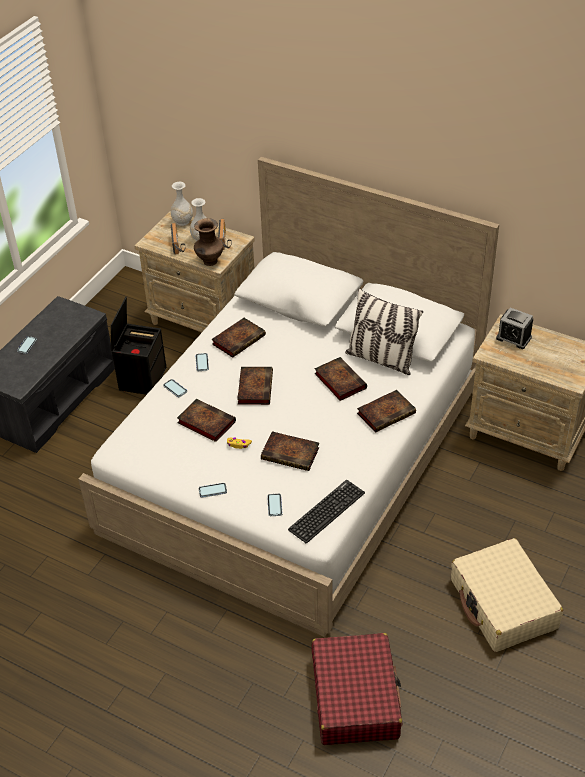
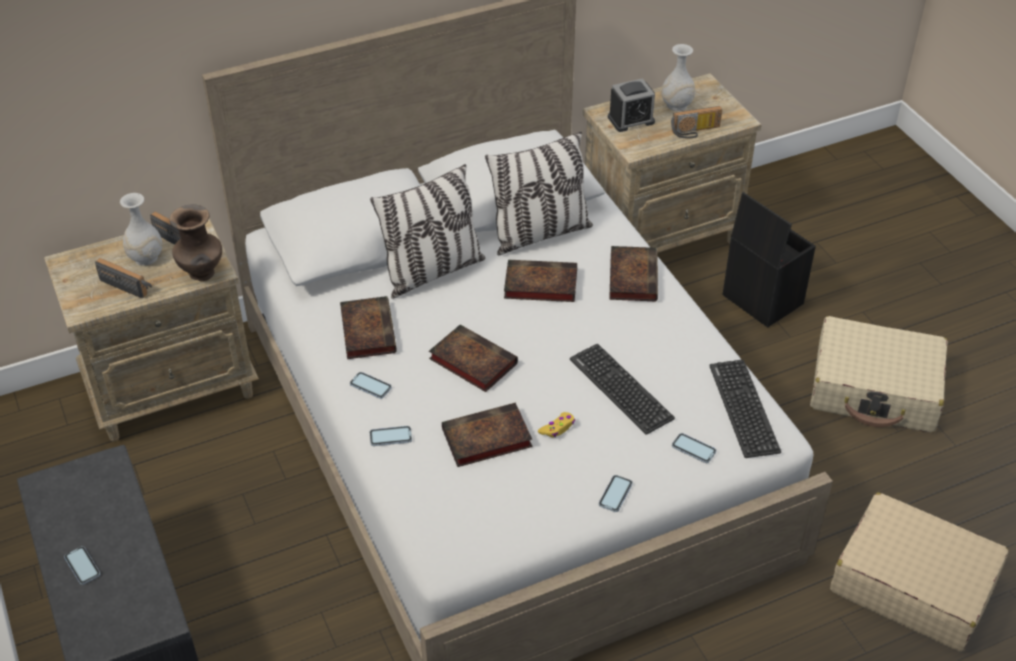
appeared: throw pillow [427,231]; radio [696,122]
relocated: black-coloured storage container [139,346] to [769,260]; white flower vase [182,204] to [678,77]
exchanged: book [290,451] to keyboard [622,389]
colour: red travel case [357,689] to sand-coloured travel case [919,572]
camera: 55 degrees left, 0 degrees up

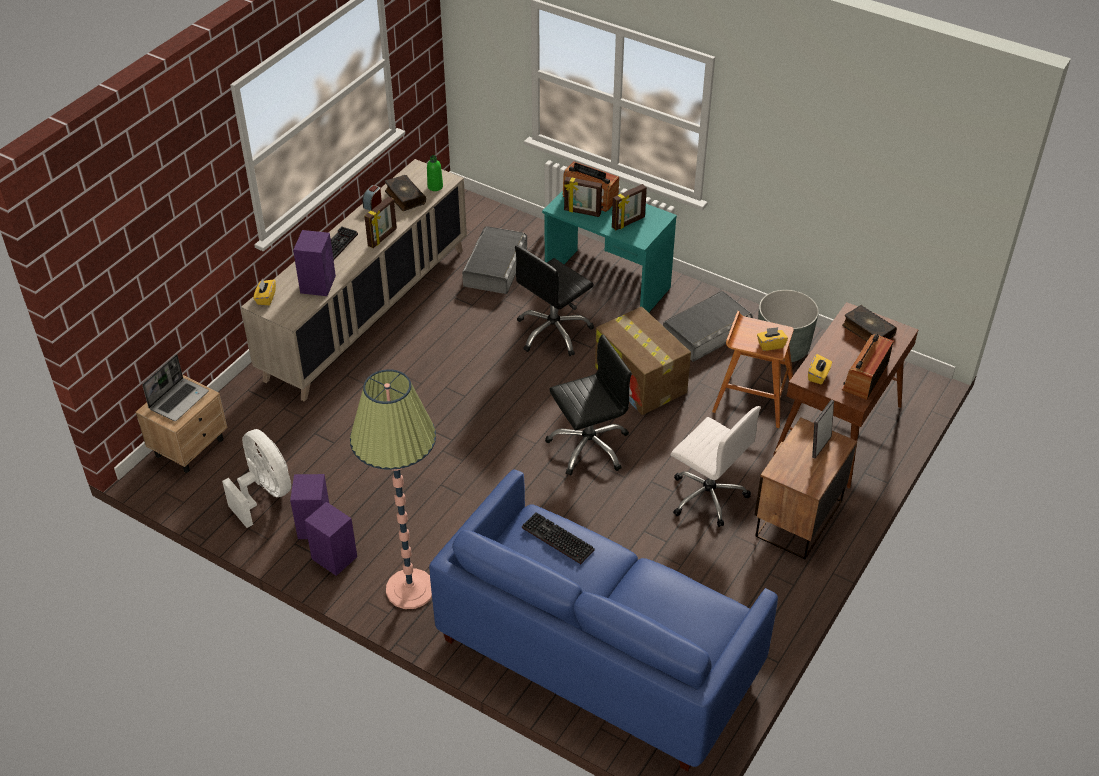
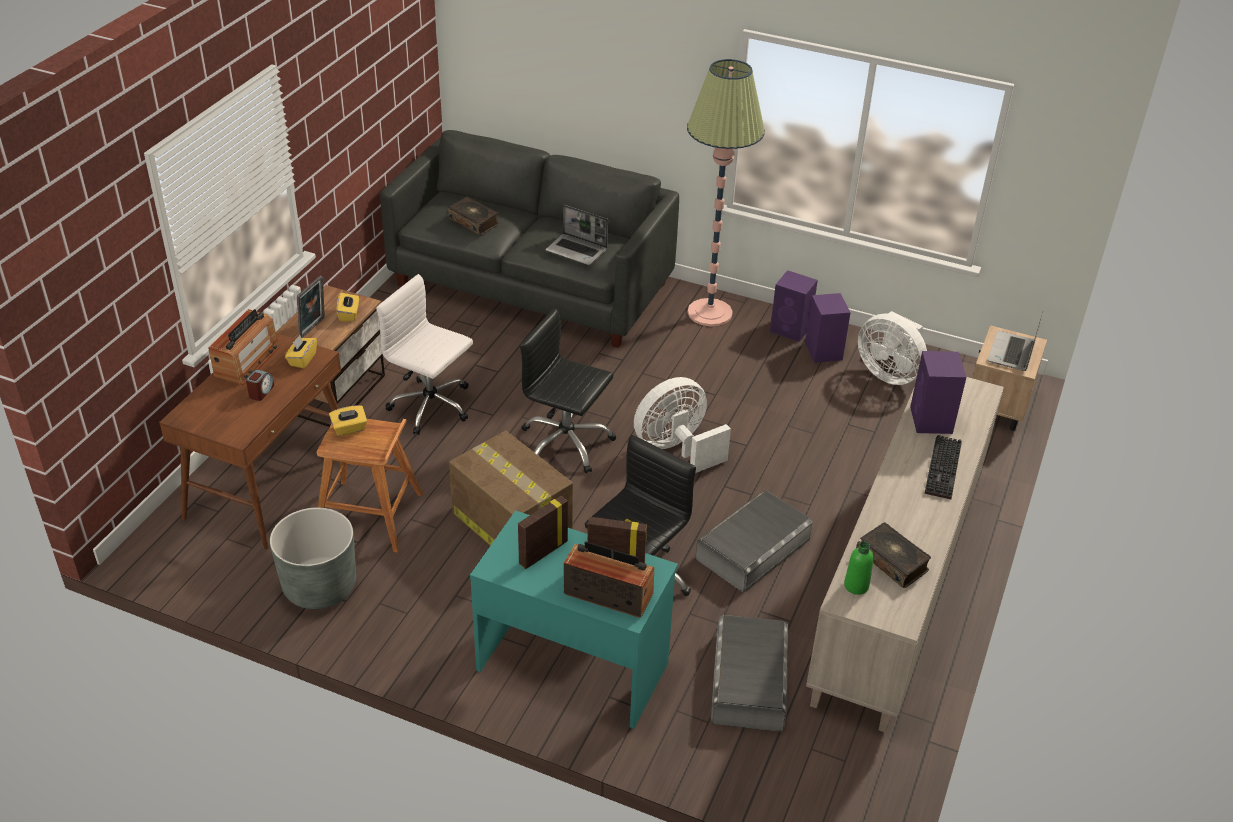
missing: picture frame [380,222]
appeared: white cooling fan [682,425]
relocated: yellow box of tissues [264,292] to [348,307]; bedside clock [372,198] to [260,385]; grey storage container [708,326] to [754,541]; book [869,323] to [472,216]
exchanged: keyboard [558,538] to notebook computer [576,235]
colour: bluish couch [603,620] to grey couch [529,239]
spun: black-coloured office chair [588,405] = [568,390] 60 degrees clockwise
camera: 170 degrees right, 5 degrees down

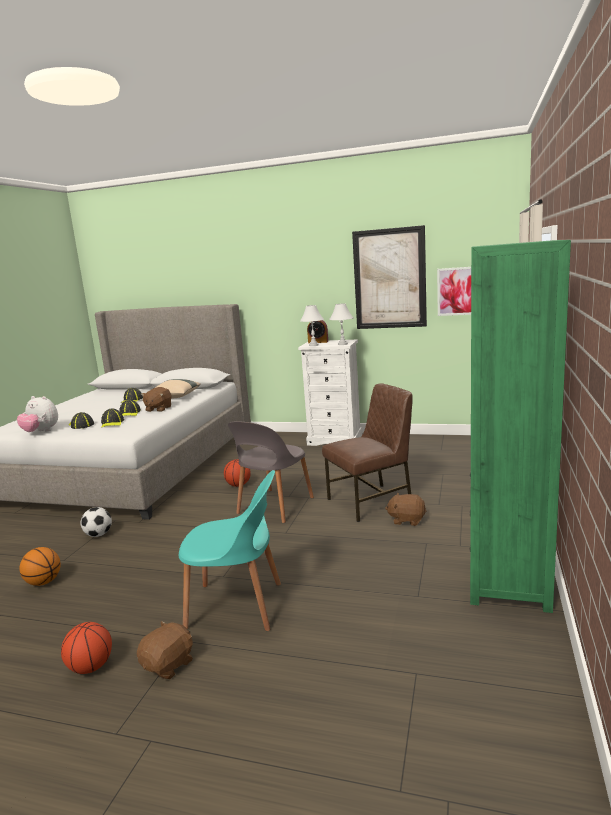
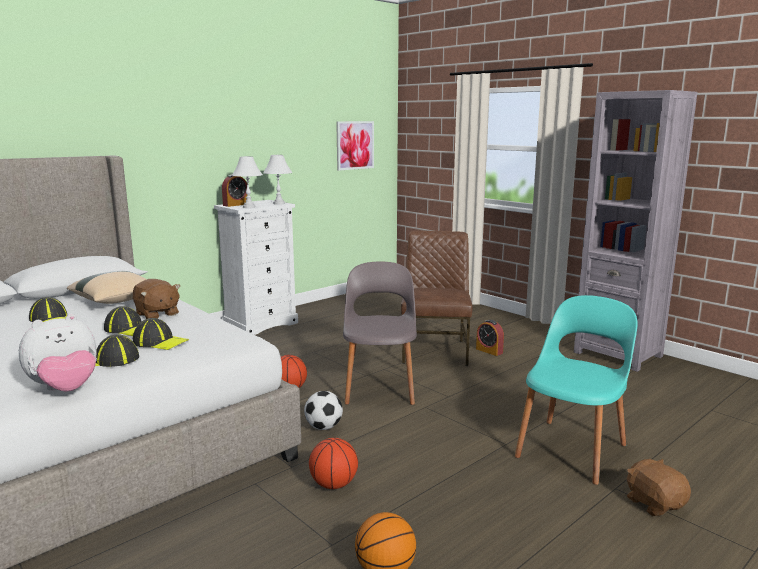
missing: picture [389,277]
relocated: basketball [86,648] to [333,463]; ball for football [96,522] to [323,410]
exchanged: brown soft toy [405,509] to bedside clock [490,338]
colour: green-coloured bookshelf [520,426] to grey bookshelf [636,231]
spun: grey plain chair [271,472] = [380,333] 150 degrees counterclockwise
camera: 60 degrees left, 0 degrees up

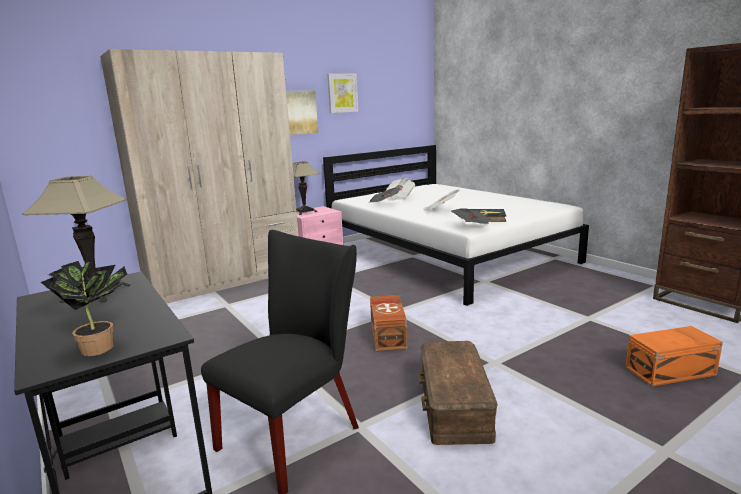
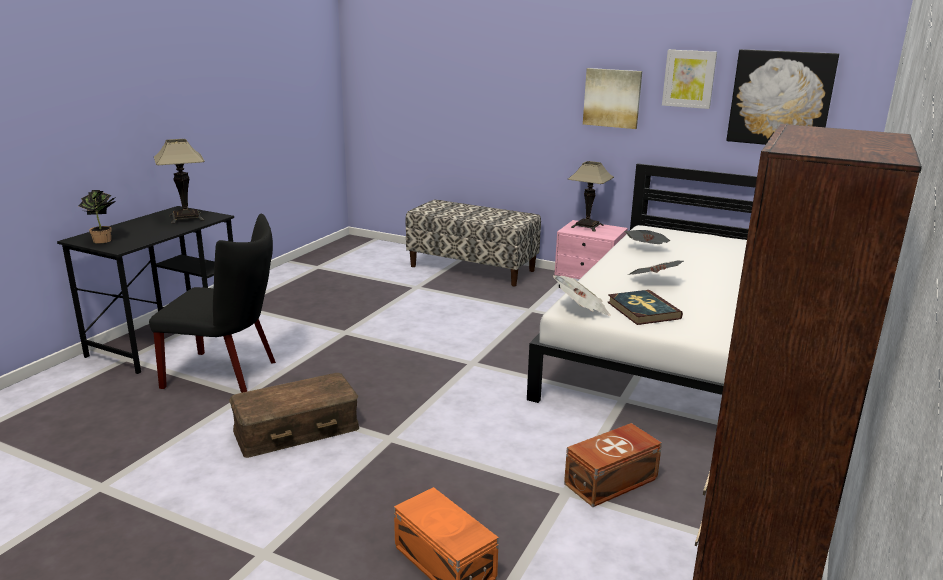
missing: newspaper [400,189]
appeared: picture [782,97]
relocated: brown storage container [388,323] to [613,465]
exchanged: sand-coloured clothes cupboard [199,176] to bench [473,243]
camera: 60 degrees right, 5 degrees up

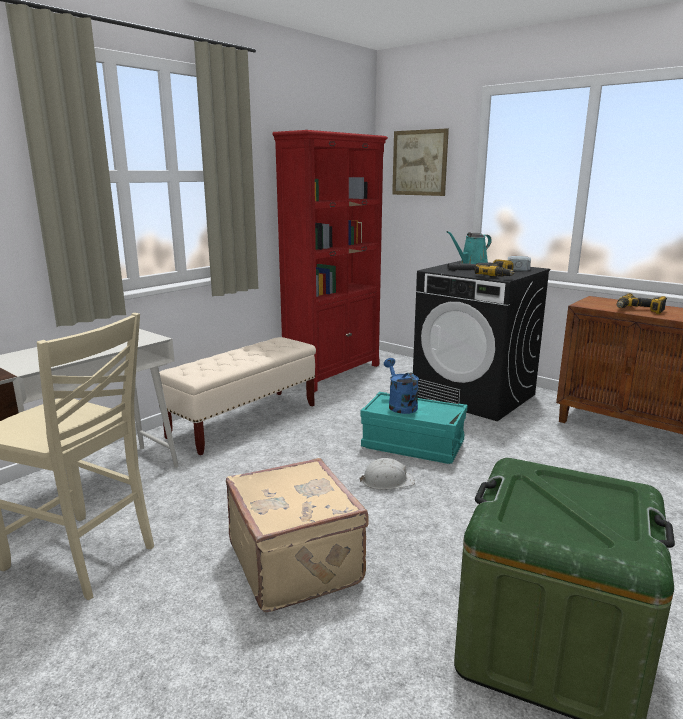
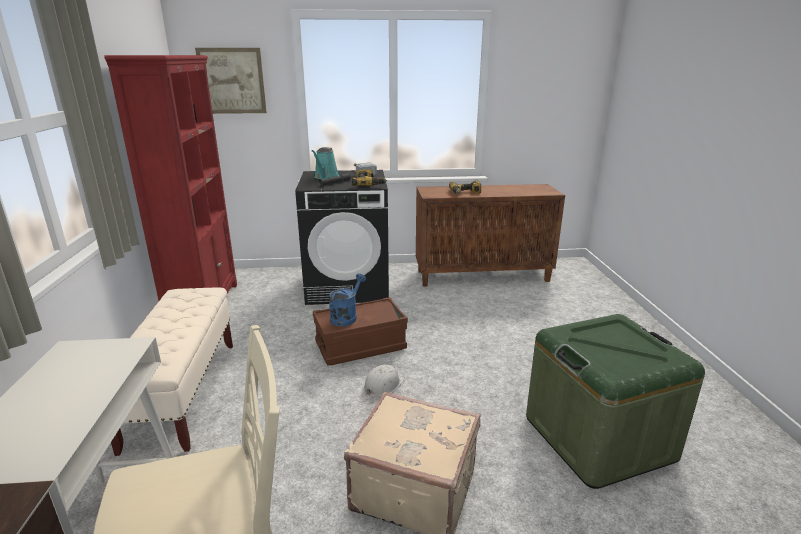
colour: blue-green storage container [414,428] to brown storage container [360,331]
spun: bluish watering can [401,386] = [347,299] 90 degrees clockwise
camera: 45 degrees left, 5 degrees up

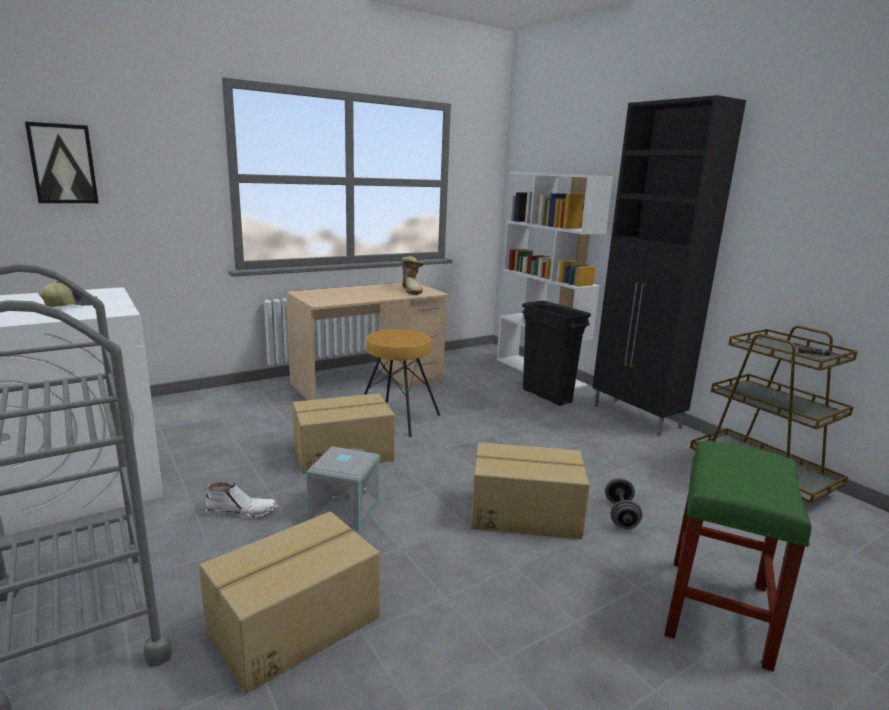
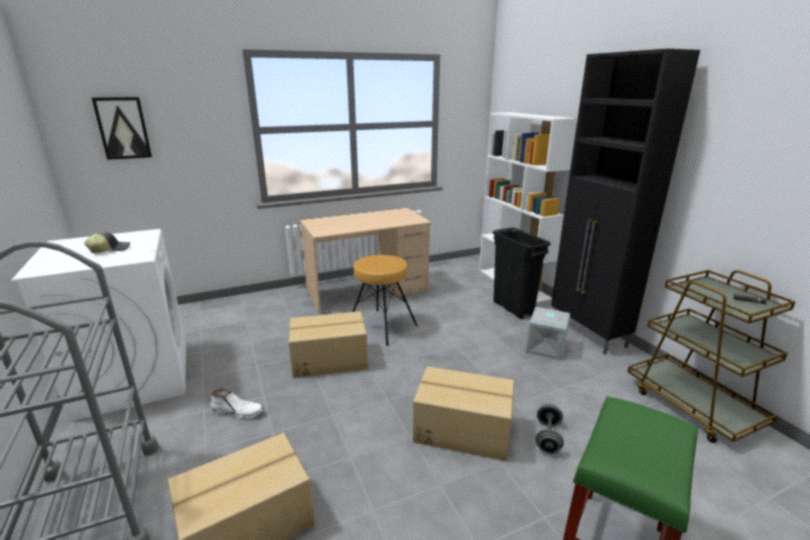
missing: high-top boot [413,275]
relocated: grey storage container [343,488] to [548,334]
camera: 10 degrees right, 5 degrees up

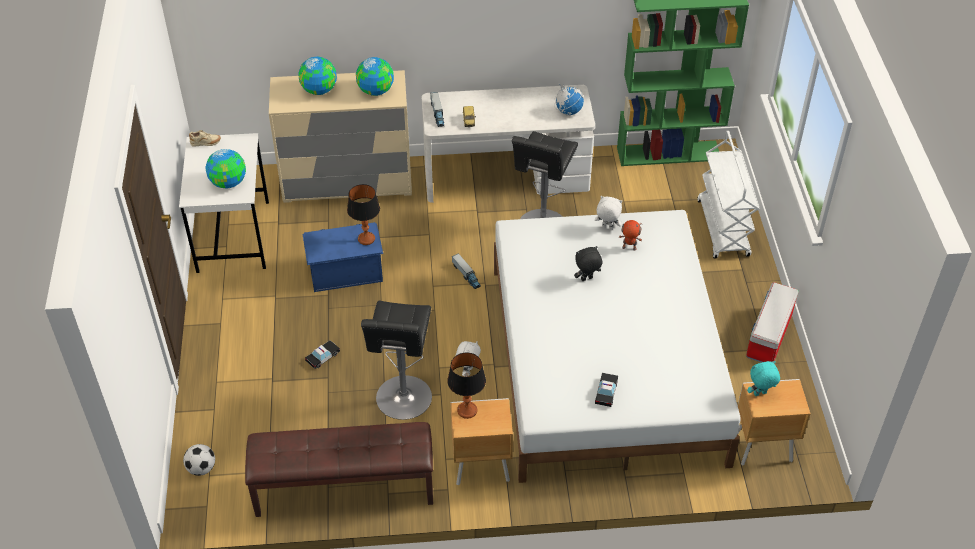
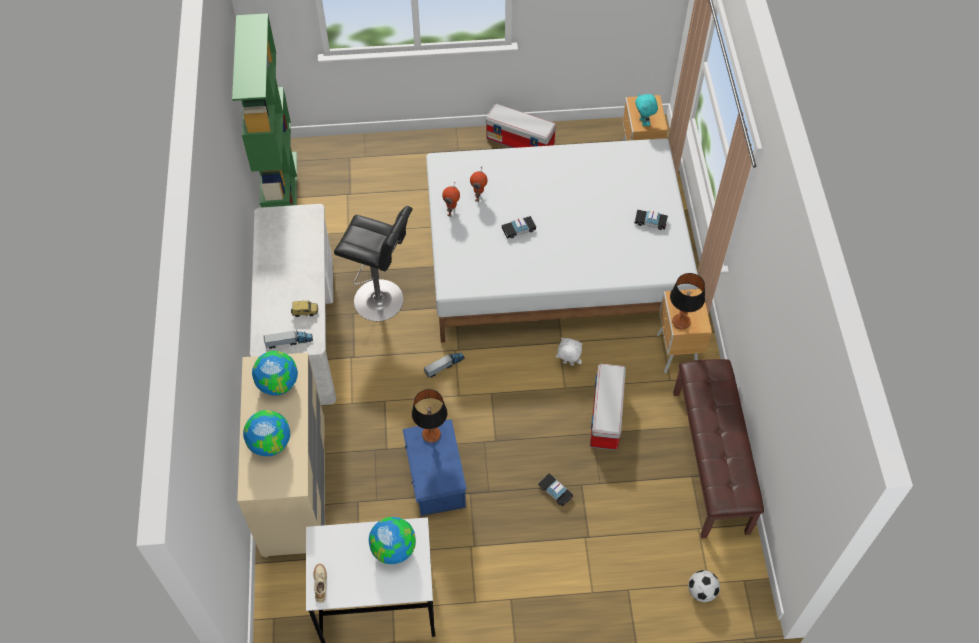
missing: globe [569,99]; white trolley [728,195]
exchanged: black-coloured stool [396,360] to storage container [608,406]; black-coloured soft toy [588,263] to model car [519,227]; white soft toy [608,213] to toy robot [451,200]
camera: 90 degrees left, 10 degrees up

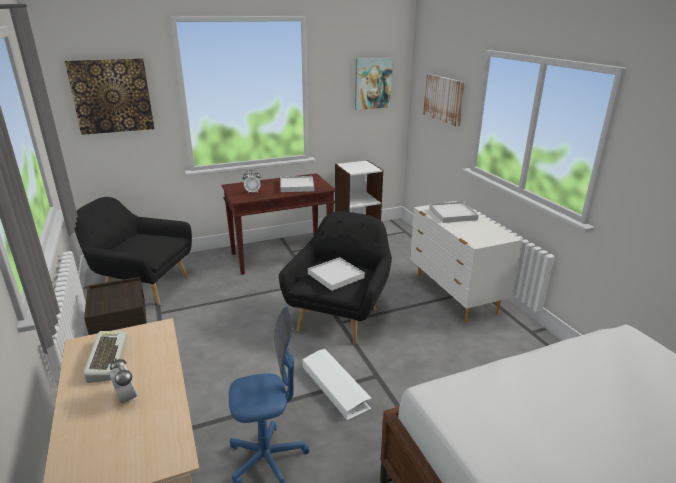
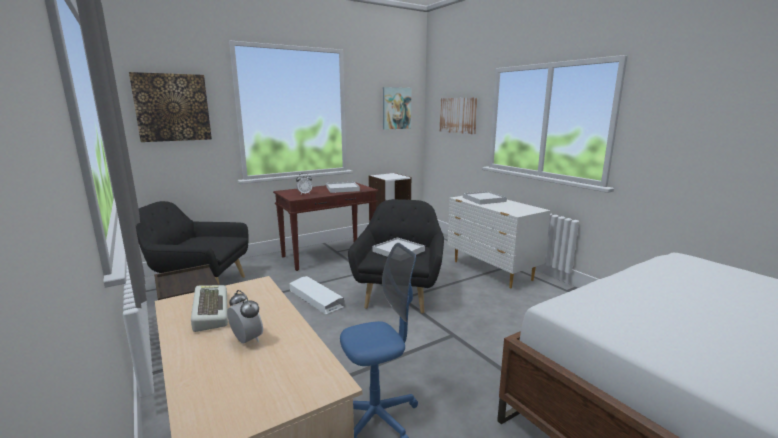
relocated: white storage container [337,384] to [317,295]
camera: 10 degrees left, 10 degrees down

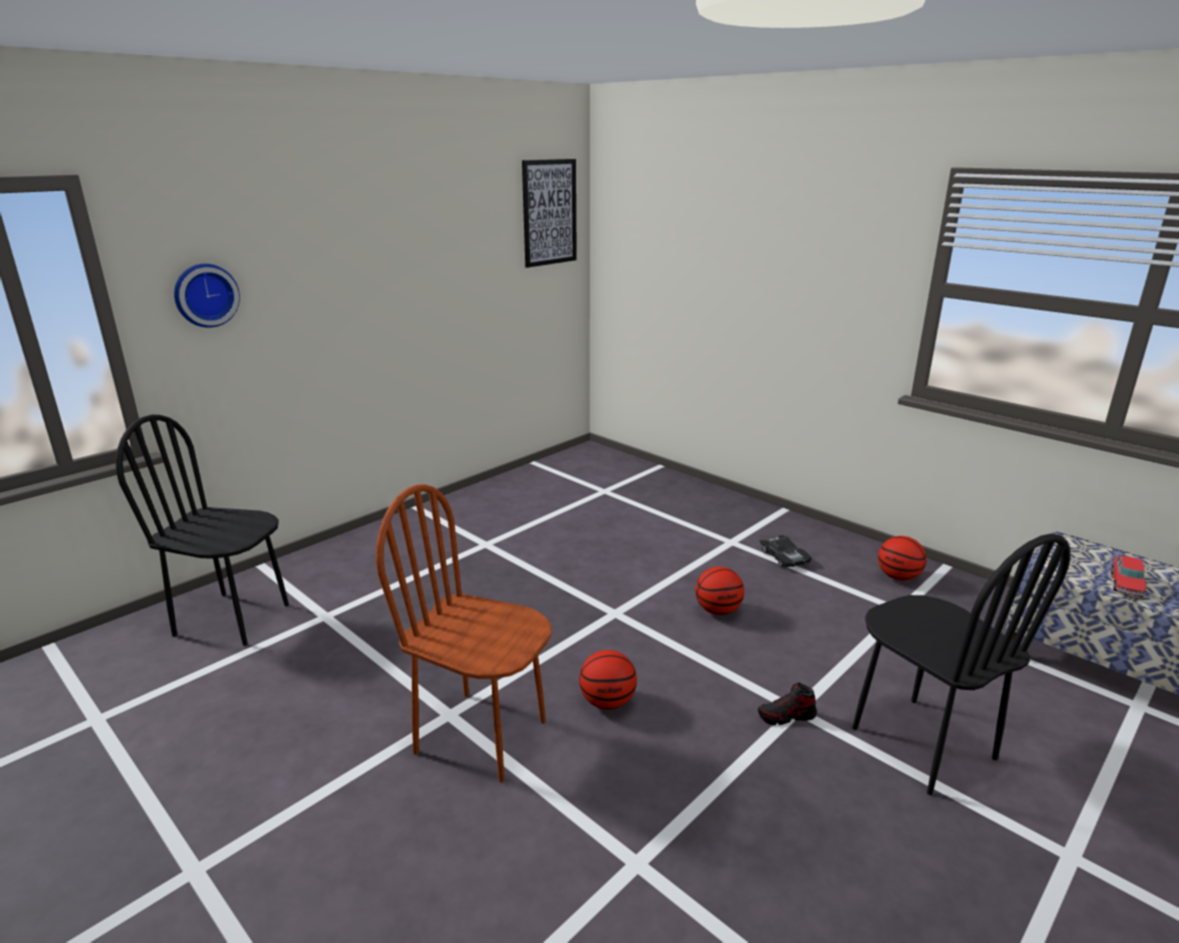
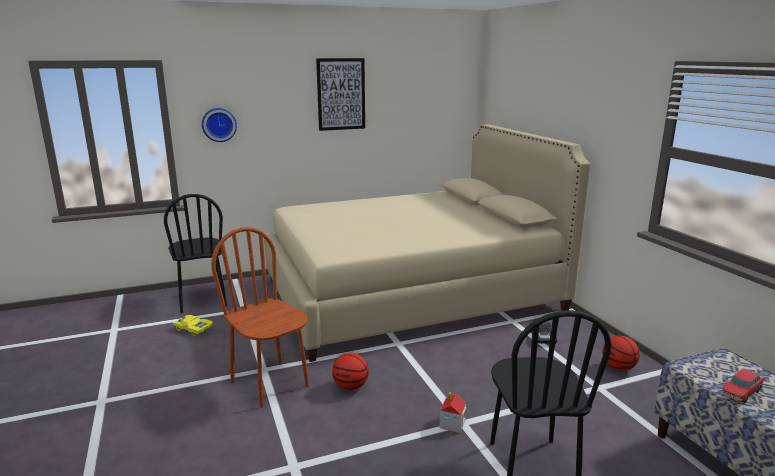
missing: basketball [719,591]
appeared: yellow model car [193,325]; sand-coloured sleeping bed [427,243]
relocated: picture [549,213] to [340,94]
exchanged: low shoe [787,703] to toy house [452,412]
spun: black-coloured plain chair [202,530] = [195,254] 150 degrees counterclockwise
camera: 25 degrees right, 5 degrees down

